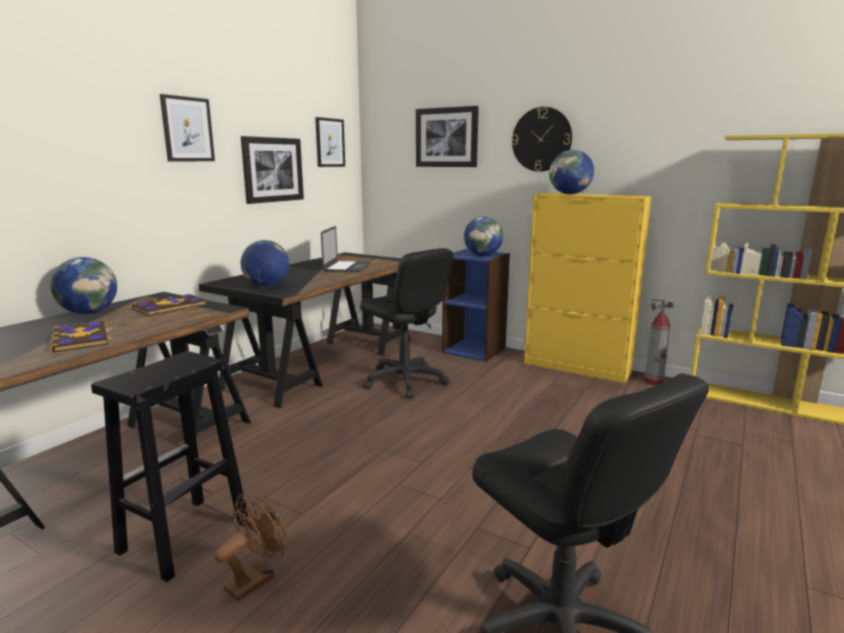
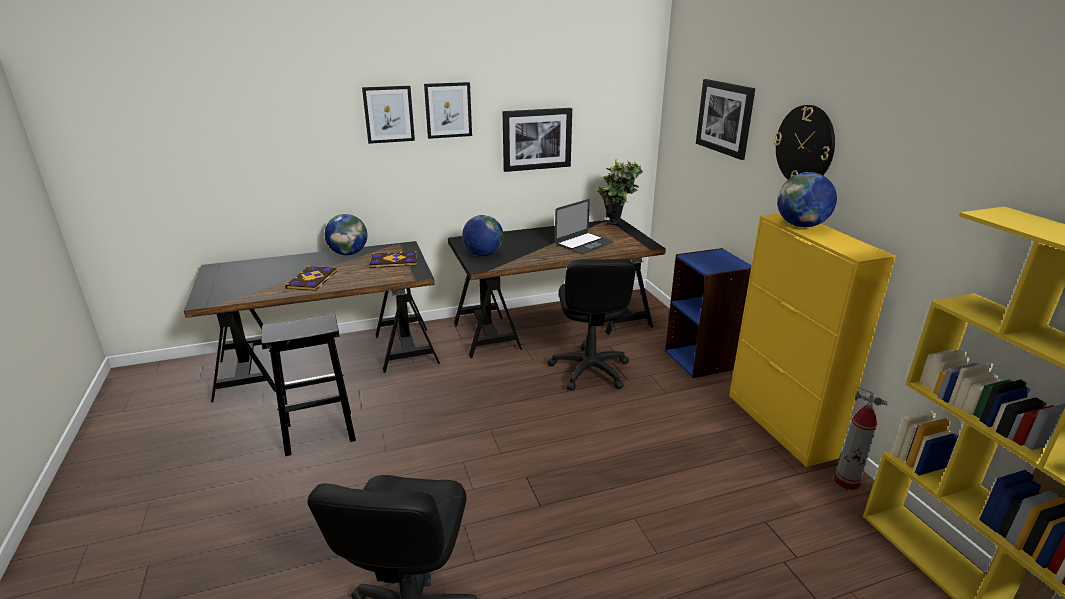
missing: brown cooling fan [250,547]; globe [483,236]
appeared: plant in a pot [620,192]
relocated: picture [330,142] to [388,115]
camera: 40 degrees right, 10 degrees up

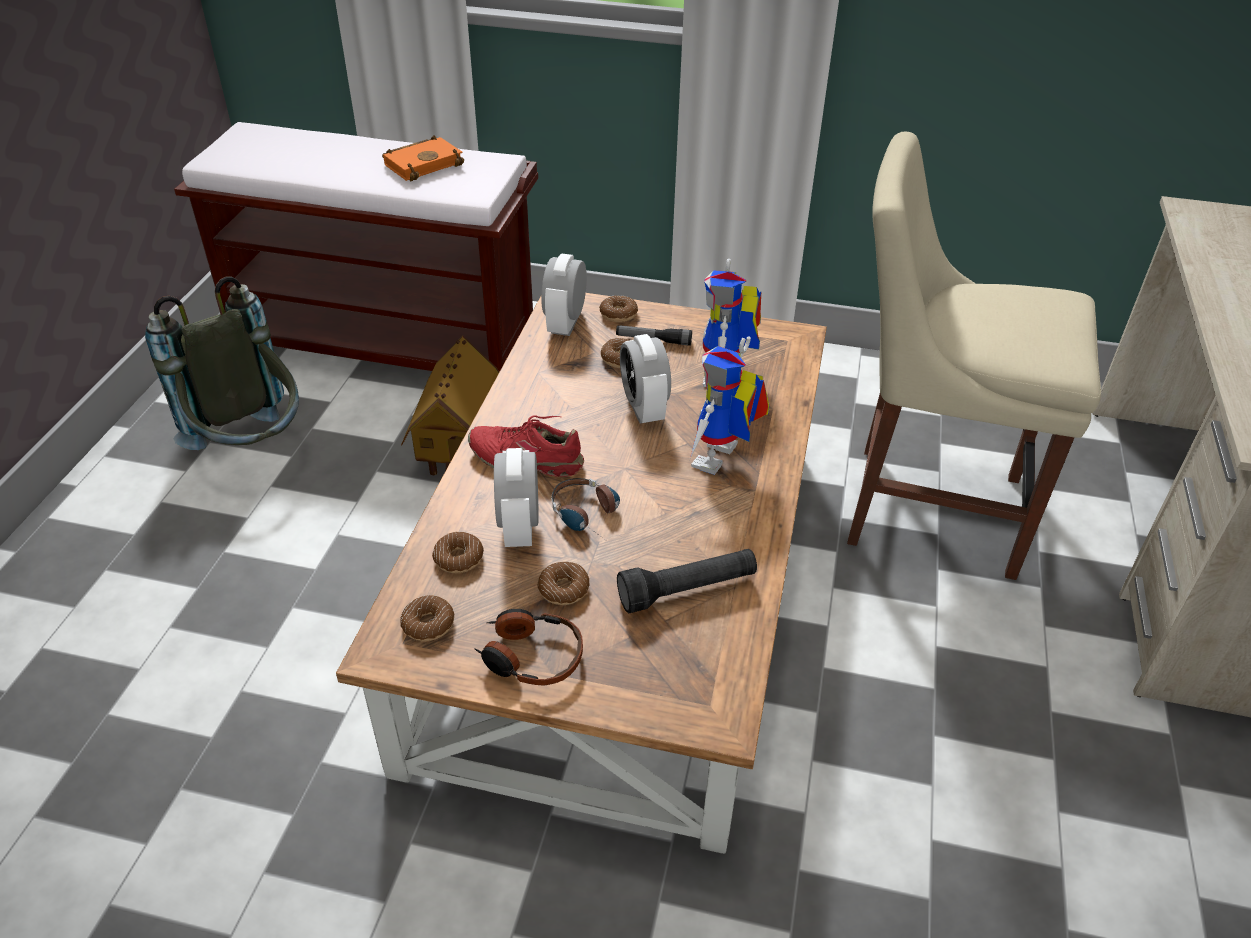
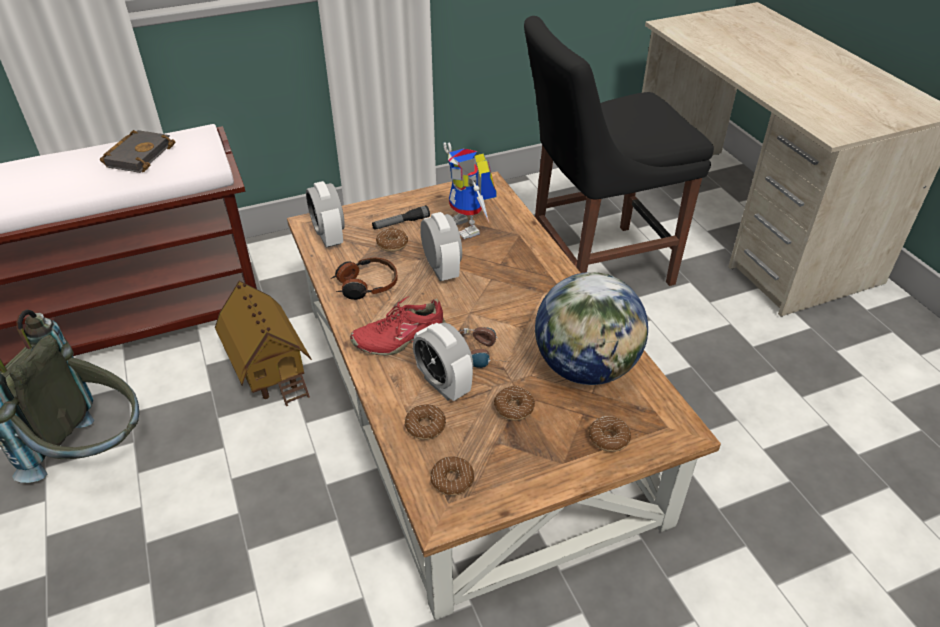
missing: toy robot [729,405]
relocated: headphones [529,647] to [364,278]; ring doughnut [618,308] to [610,434]
exchanged: black-coloured flashlight [687,581] to globe [591,328]
colour: orangey book [423,158] to black-coloured book [137,151]; sand-coloured plain chair [974,356] to black-coloured plain chair [619,151]
spun: bedside clock [645,378] = [441,246] 150 degrees counterclockwise
camera: 35 degrees left, 0 degrees up

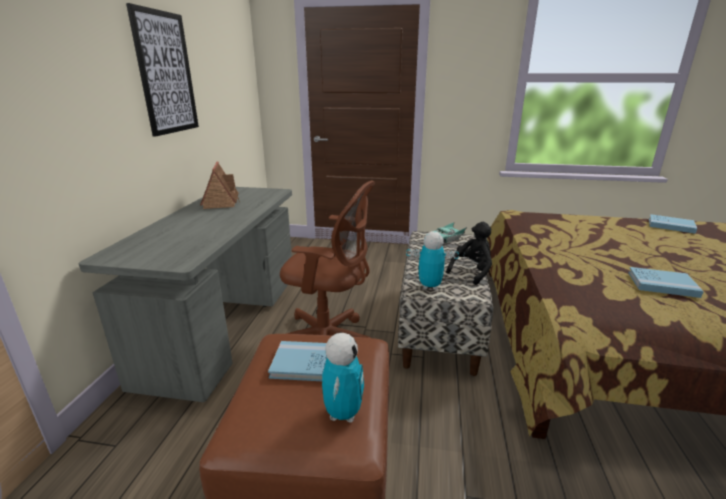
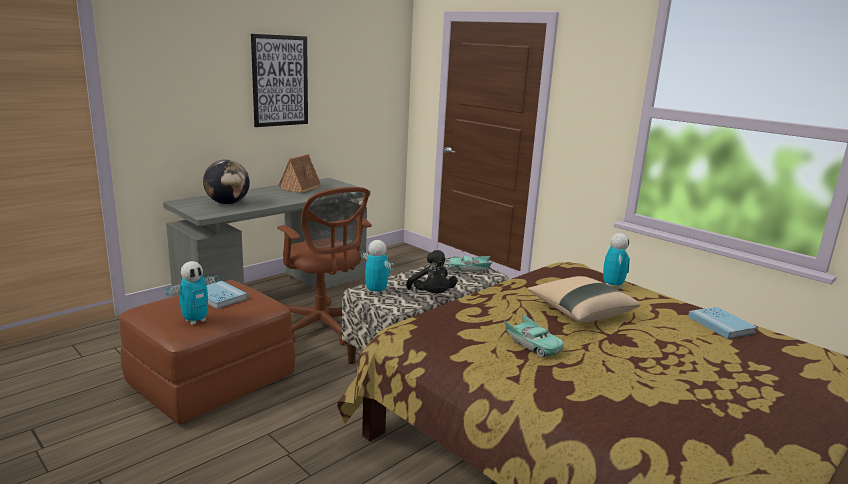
appeared: globe [226,182]; sand-coloured throw pillow [584,299]; toy robot [616,261]
exchanged: bluish book [666,282] to blue-green model car [533,335]
spun: black-coloured soft toy [469,253] = [431,272] 75 degrees clockwise
camera: 35 degrees right, 5 degrees down

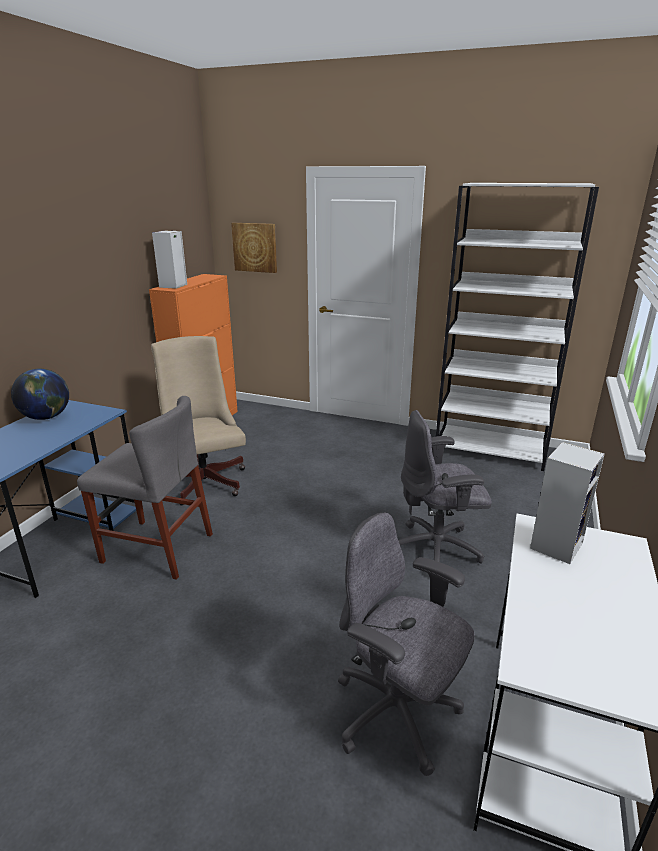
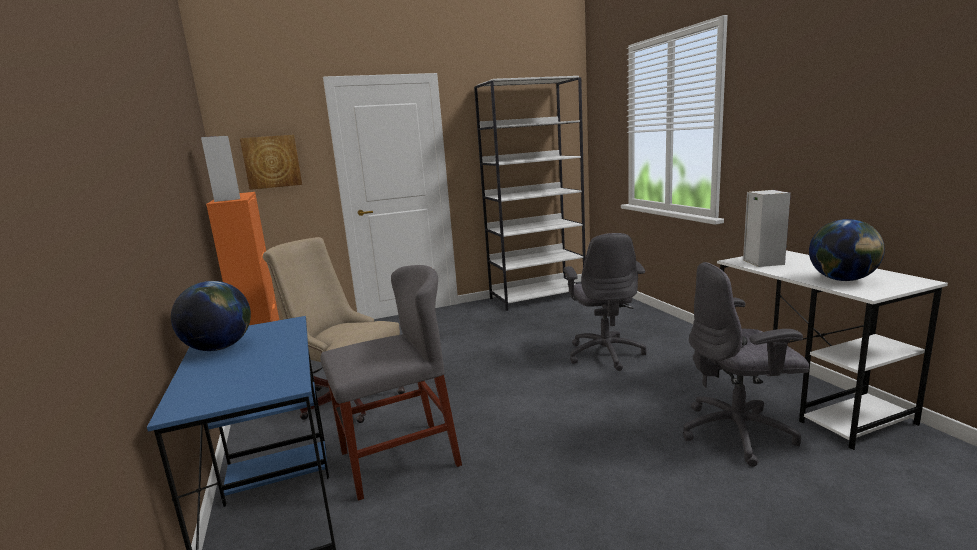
appeared: globe [847,250]
spun: grey office chair [445,487] = [604,302] 45 degrees counterclockwise
camera: 40 degrees left, 10 degrees down

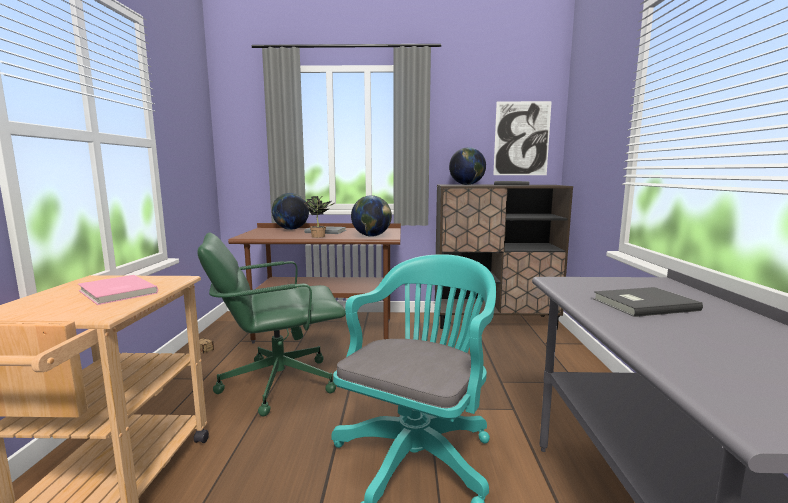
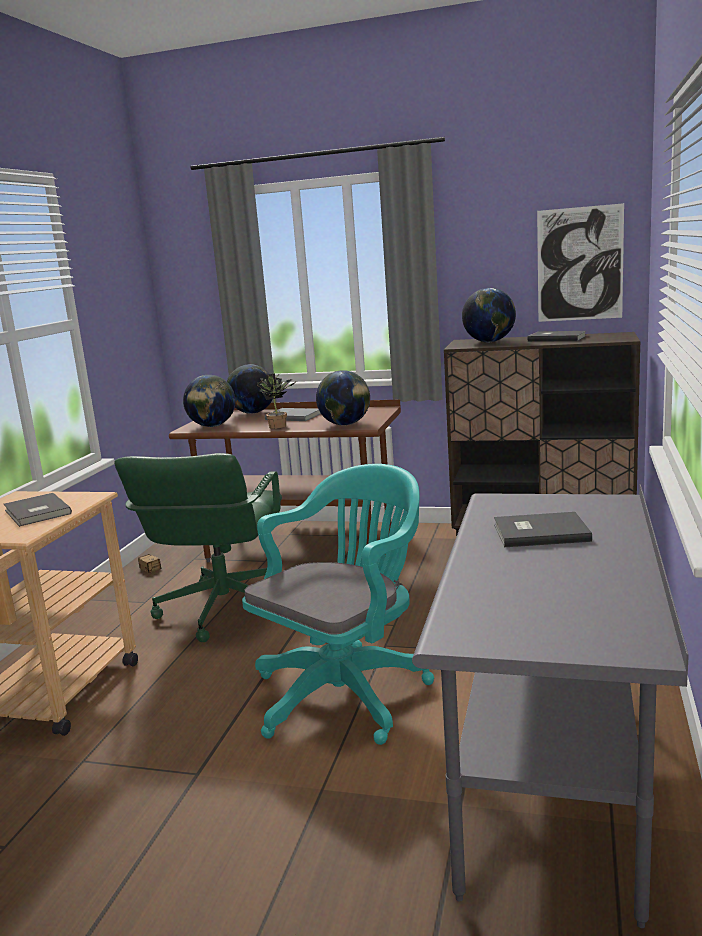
appeared: globe [209,401]
colour: pinkish book [118,290] to grey book [38,510]
spun: green-coloured office chair [271,325] = [198,547] 75 degrees counterclockwise
camera: 15 degrees right, 5 degrees up

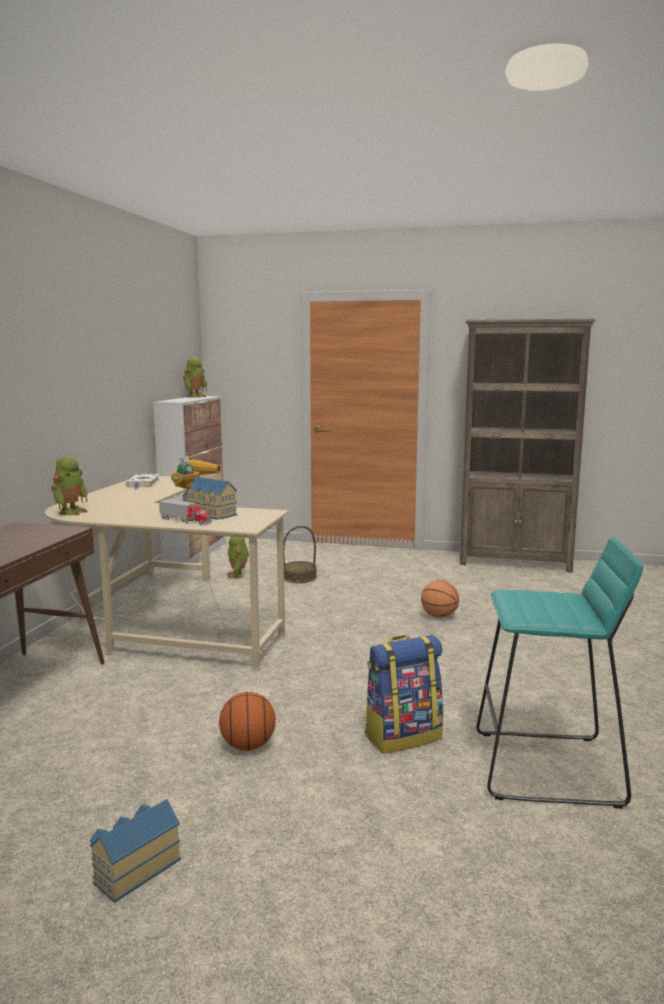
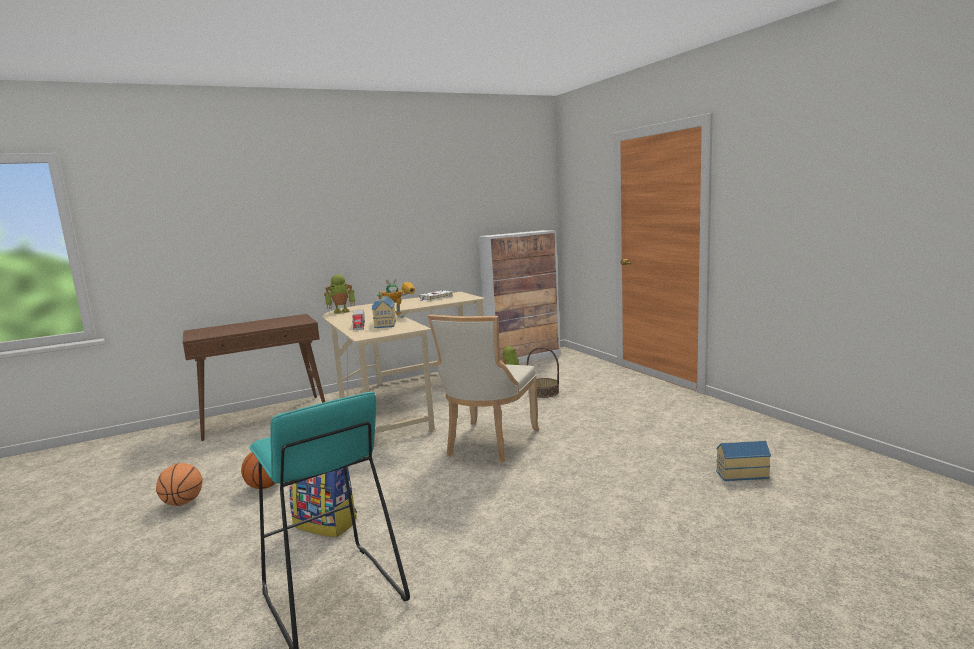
missing: toy robot [195,377]; brown bookshelf [528,445]
appeared: sand-coloured plain chair [484,389]
relocated: toy house [135,851] to [743,461]; basketball [440,599] to [179,484]
camera: 50 degrees right, 0 degrees up

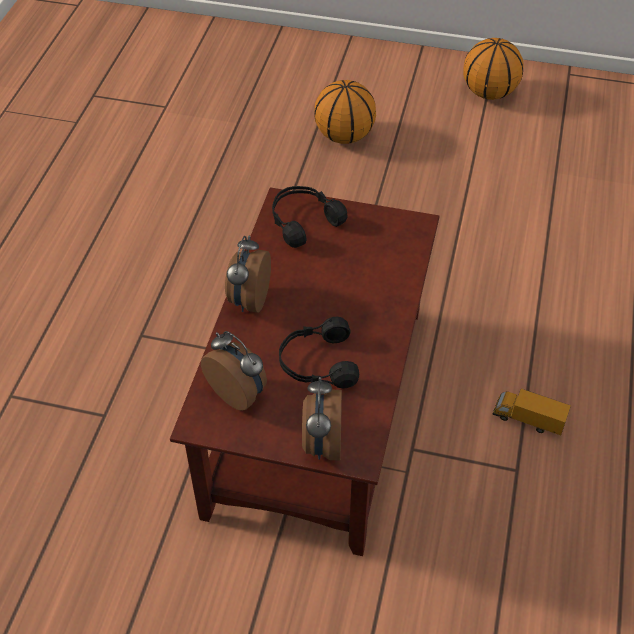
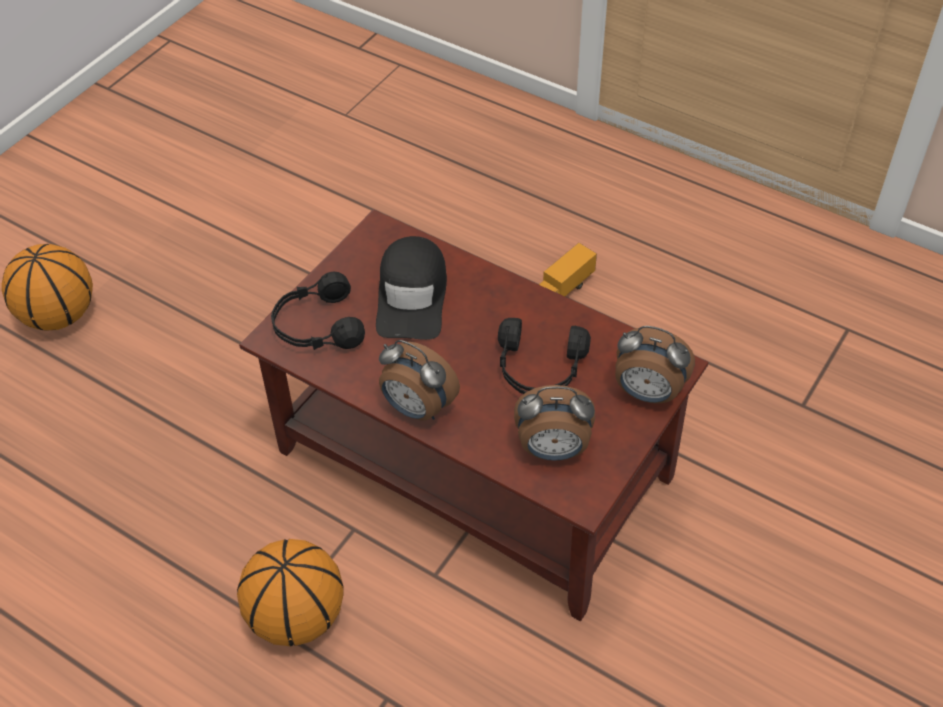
appeared: black-coloured baseball cap [411,288]
relocated: basketball [493,69] to [290,592]
spun: bedside clock [234,371] = [554,423] 150 degrees counterclockwise
camera: 70 degrees left, 0 degrees up

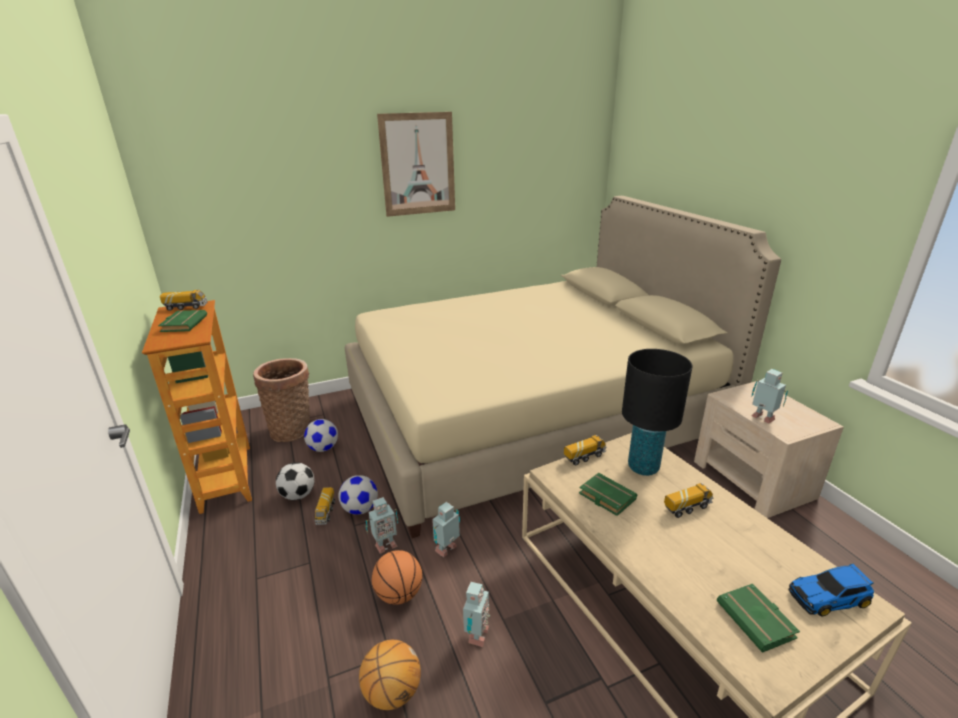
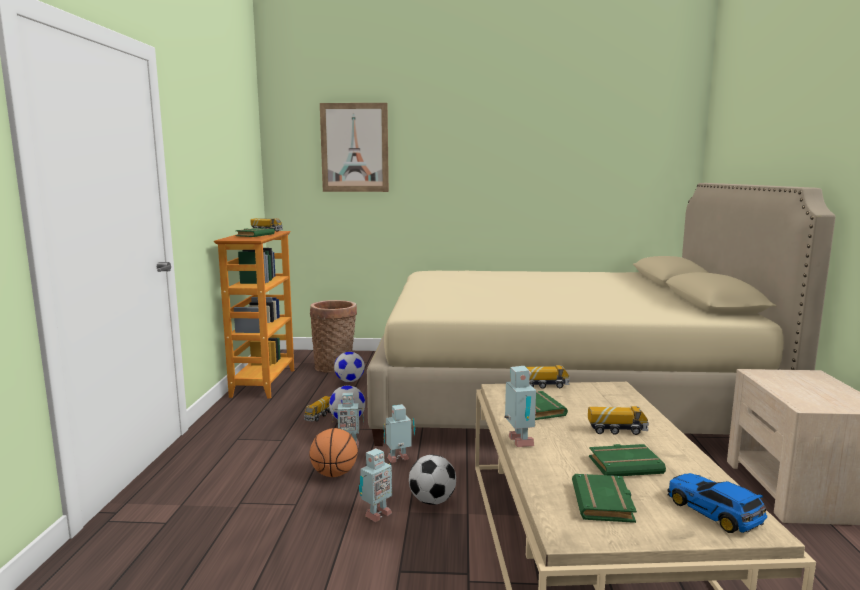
missing: basketball [390,675]; black-coloured tabletop lamp [657,412]
appeared: green-coloured book [627,460]
relocated: ball for football [295,481] to [432,480]; picture [416,164] to [354,147]; toy robot [770,396] to [520,406]
spun: model car [831,590] = [717,503] 45 degrees clockwise
camera: 25 degrees right, 15 degrees down

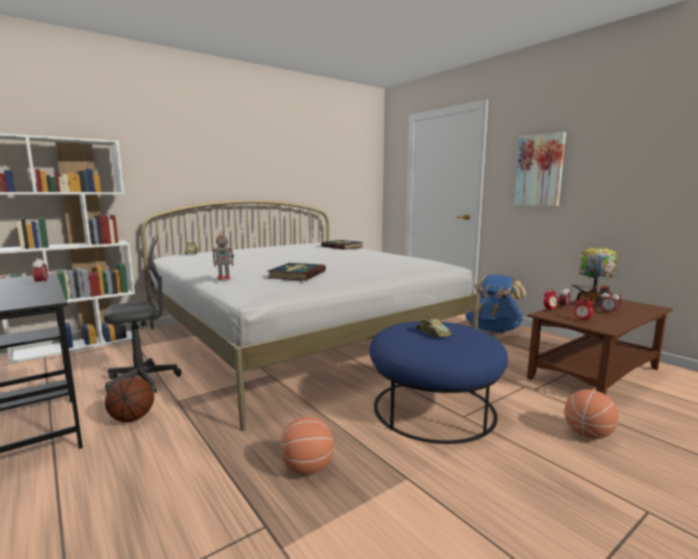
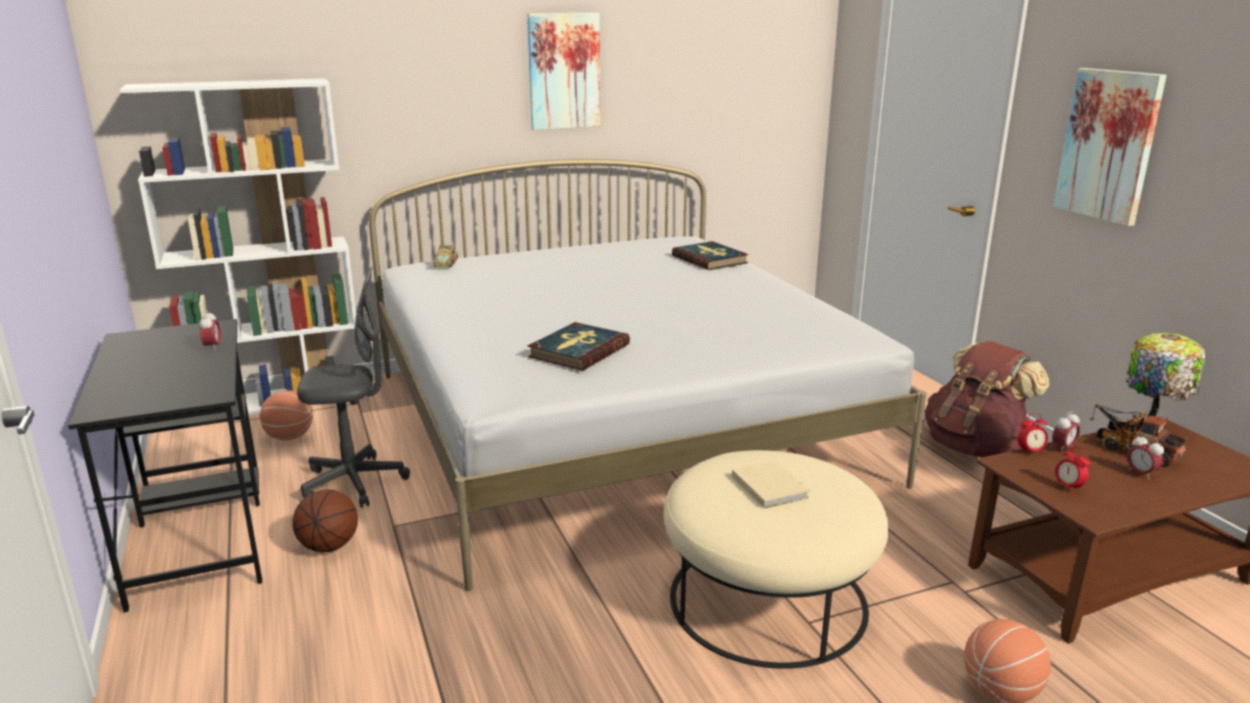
missing: toy robot [223,257]
appeared: picture [564,71]
relocated: basketball [307,446] to [286,415]
exchanged: model car [434,326] to sand-coloured book [770,484]
colour: bluish pouffe [439,382] to sand-coloured pouffe [776,559]; bluish knapsack [496,303] to brown knapsack [987,399]
camera: 15 degrees right, 10 degrees up

